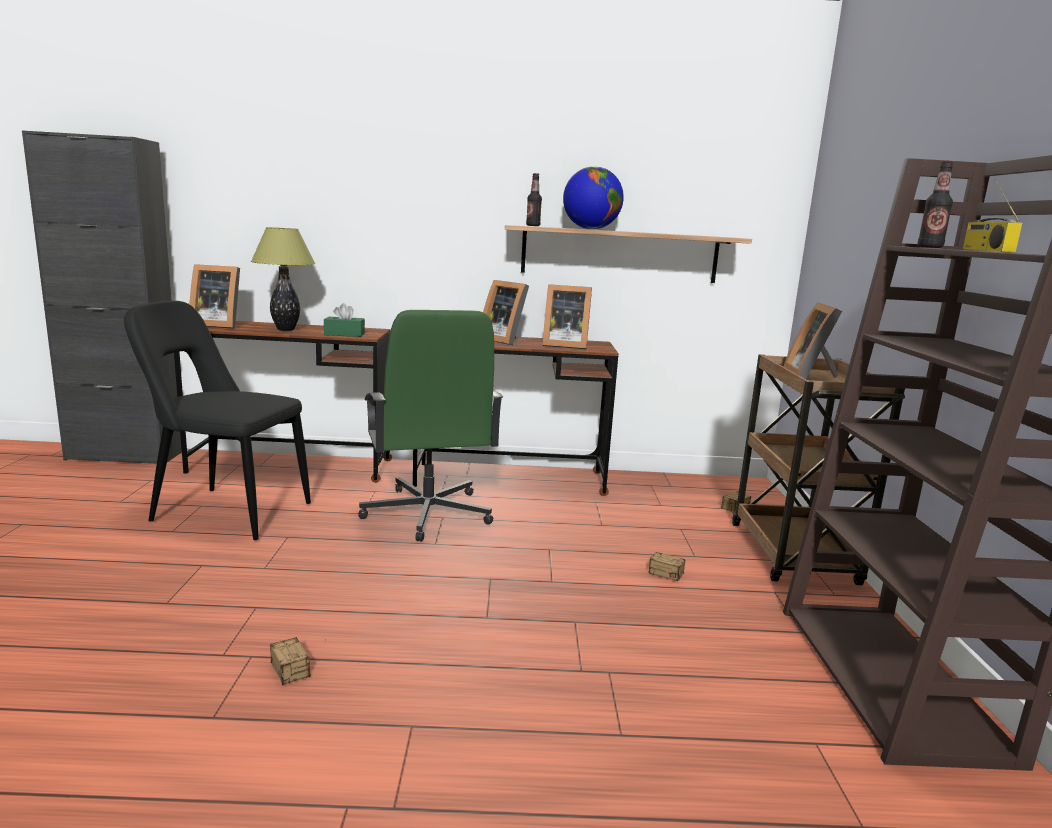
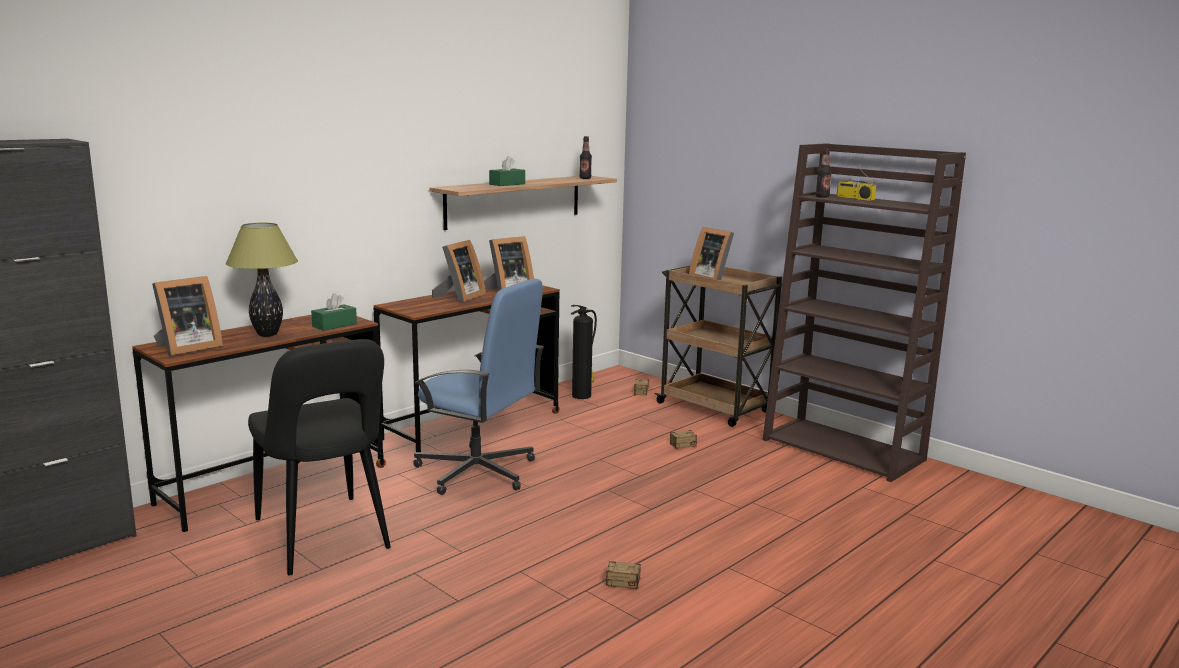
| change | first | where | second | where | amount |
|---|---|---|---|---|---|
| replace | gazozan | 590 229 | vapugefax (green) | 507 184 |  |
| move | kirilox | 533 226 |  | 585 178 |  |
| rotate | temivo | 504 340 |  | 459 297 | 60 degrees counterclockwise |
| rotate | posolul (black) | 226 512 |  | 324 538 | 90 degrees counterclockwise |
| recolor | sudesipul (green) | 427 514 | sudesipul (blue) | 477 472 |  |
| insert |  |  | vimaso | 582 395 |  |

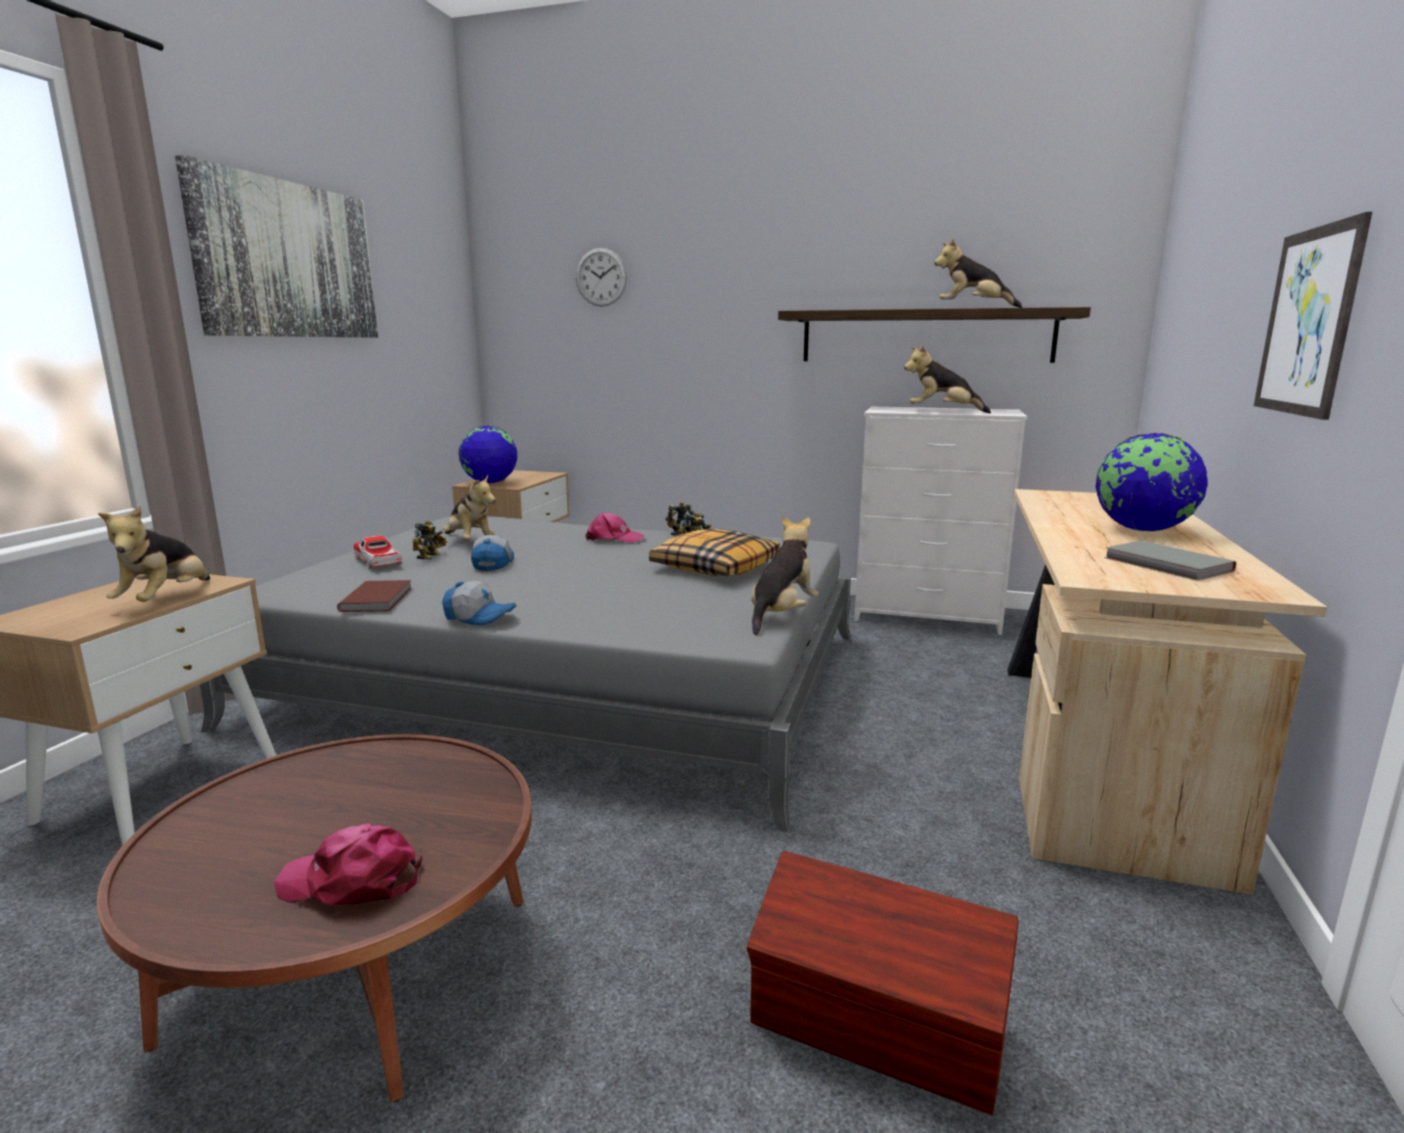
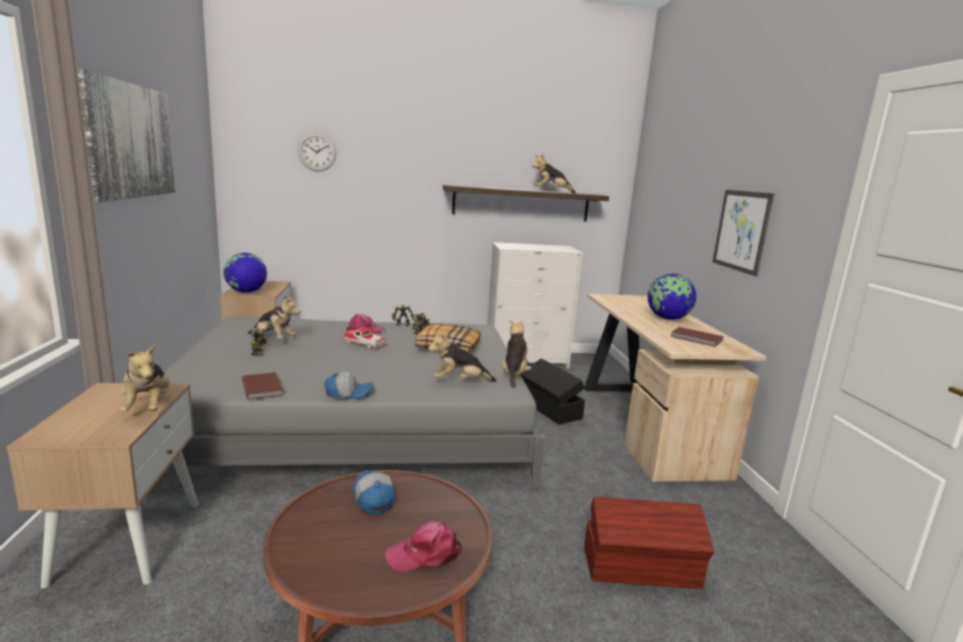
| change | first | where | second | where | amount |
|---|---|---|---|---|---|
| move | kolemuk | 942 412 |  | 459 381 |  |
| move | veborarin | 492 563 |  | 372 498 |  |
| move | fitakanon | 378 562 |  | 365 344 |  |
| recolor | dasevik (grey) | 1167 565 | dasevik (brown) | 696 339 |  |
| insert |  |  | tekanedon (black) | 549 409 |  |

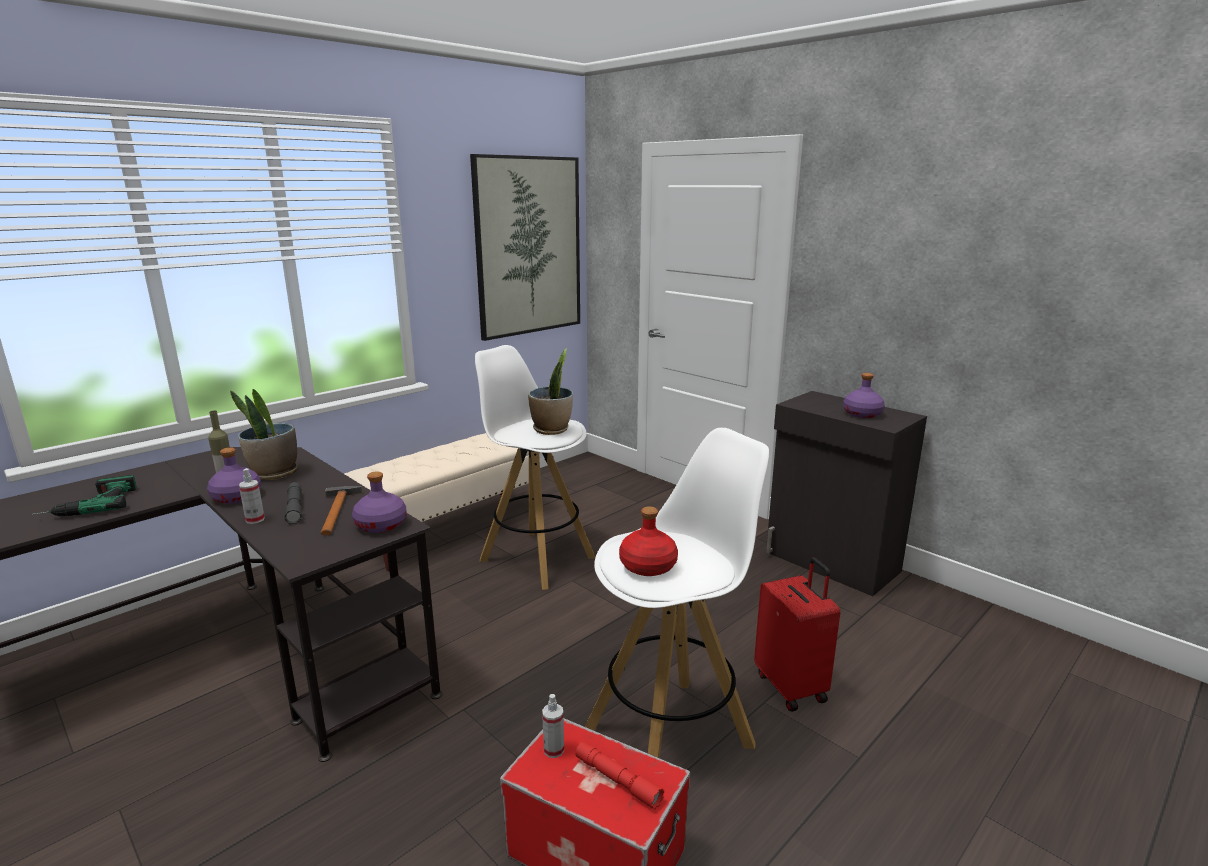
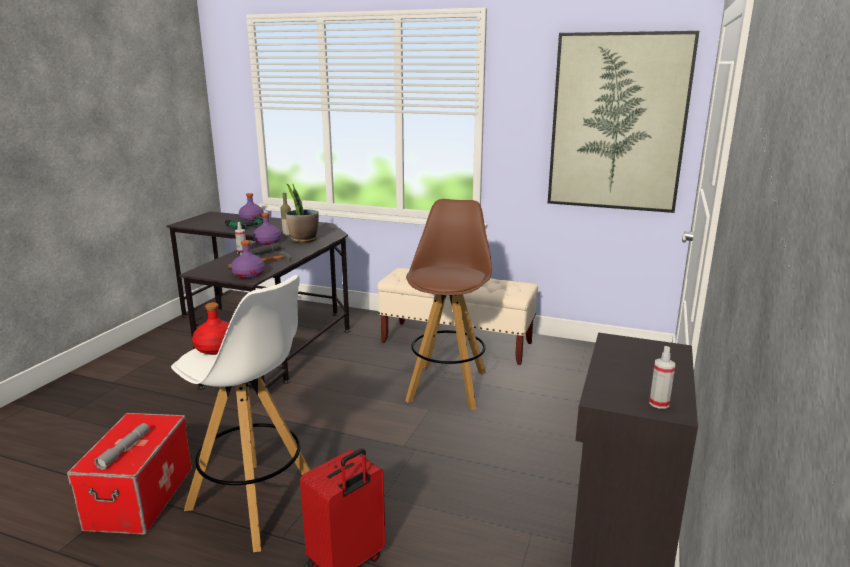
| change | first | where | second | where | amount |
|---|---|---|---|---|---|
| recolor | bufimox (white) | 536 558 | bufimox (brown) | 447 385 |  |
| delete | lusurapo | 551 430 |  |  |  |
| move | kirilox (purple) | 862 414 |  | 251 219 |  |
| move | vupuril | 553 750 |  | 659 403 |  |
| recolor | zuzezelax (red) | 617 780 | zuzezelax (grey) | 124 450 |  |

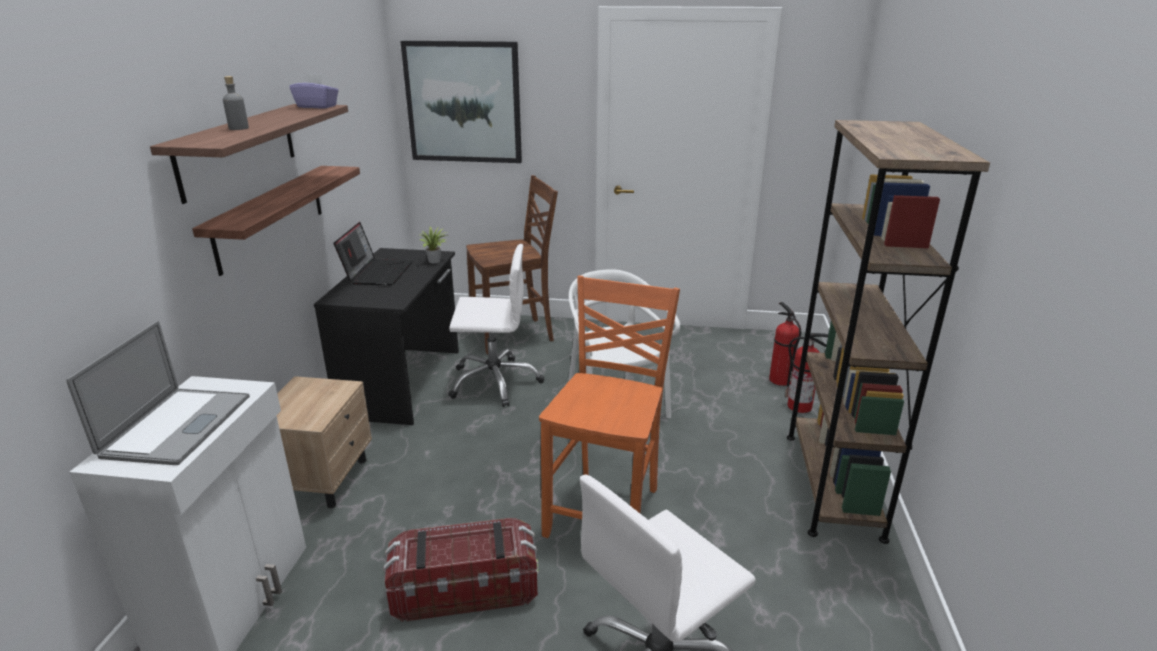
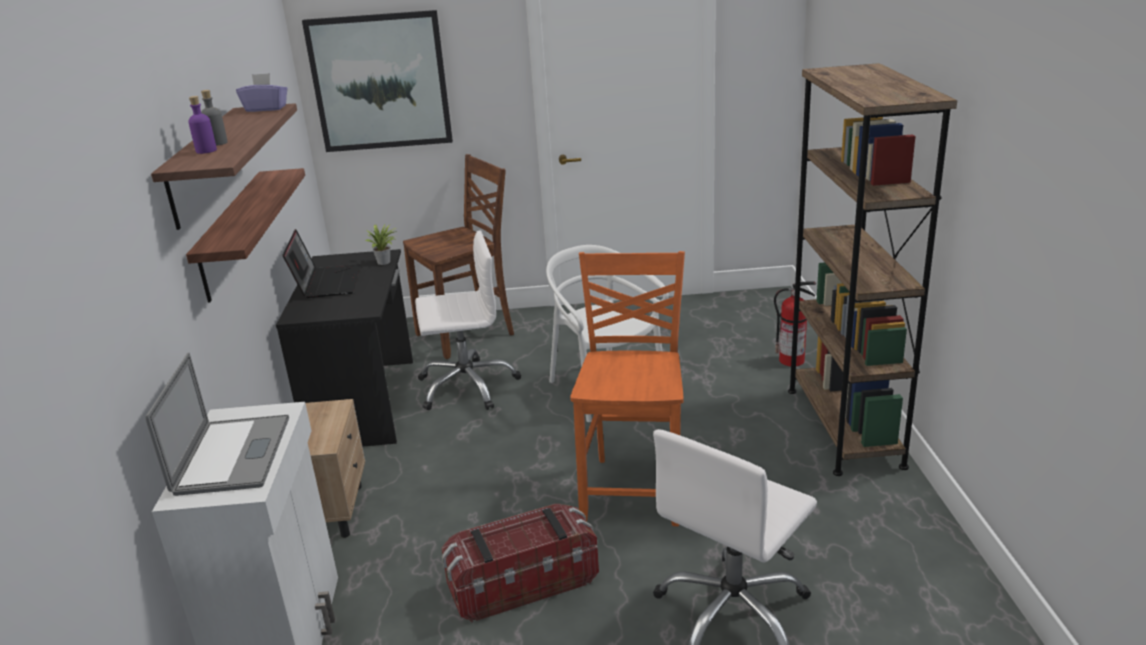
| change | first | where | second | where | amount |
|---|---|---|---|---|---|
| delete | vimaso | 779 379 |  |  |  |
| insert |  |  | kirilox (purple) | 206 151 |  |

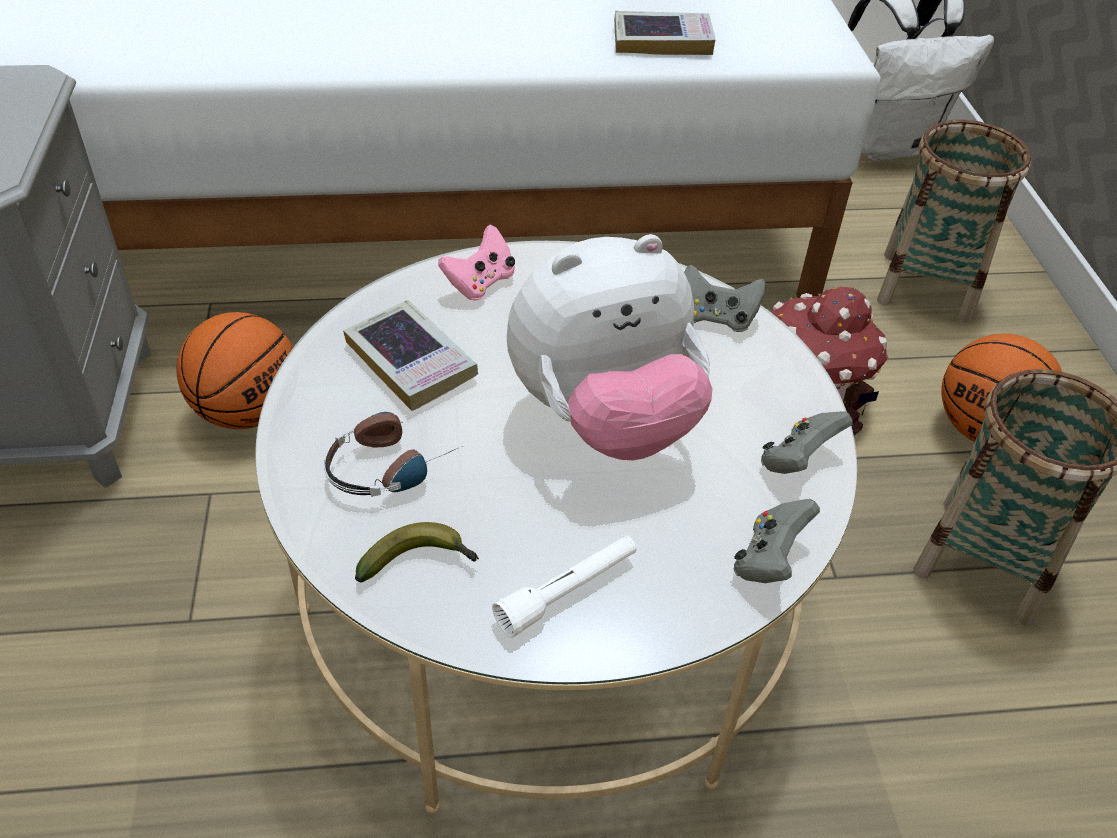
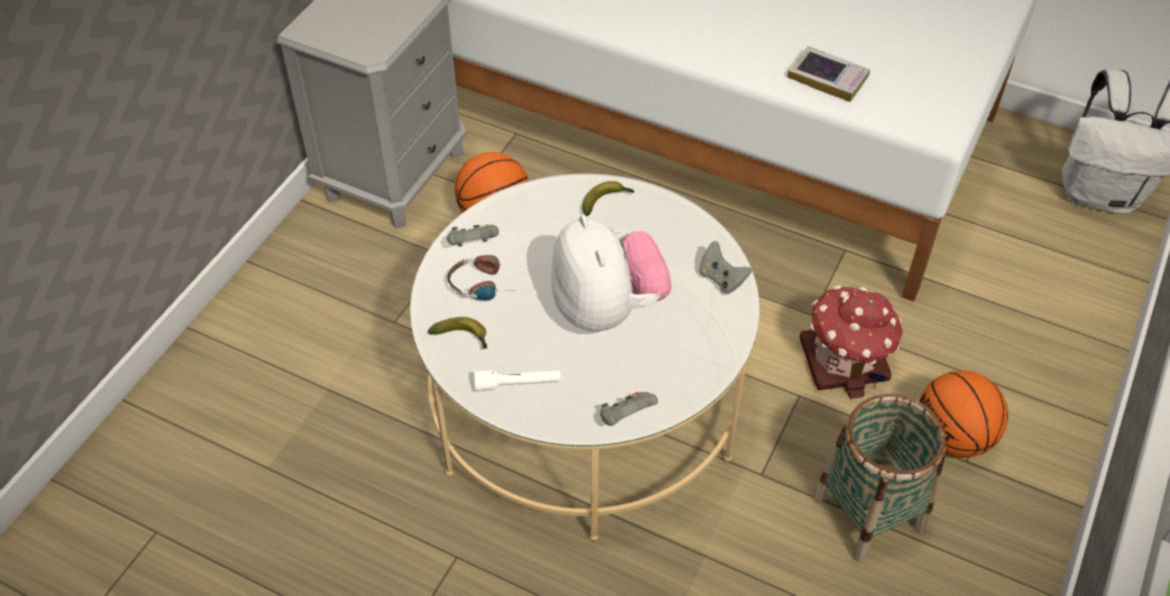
| change | first | where | second | where | amount |
|---|---|---|---|---|---|
| delete | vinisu | 926 286 |  |  |  |
| replace | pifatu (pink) | 480 283 | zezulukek | 606 201 |  |
| rotate | kolemuk | 605 419 |  | 607 309 | 120 degrees counterclockwise |
| delete | dasevik | 411 361 |  |  |  |
| move | pifatu (grey) | 798 461 |  | 473 244 |  |

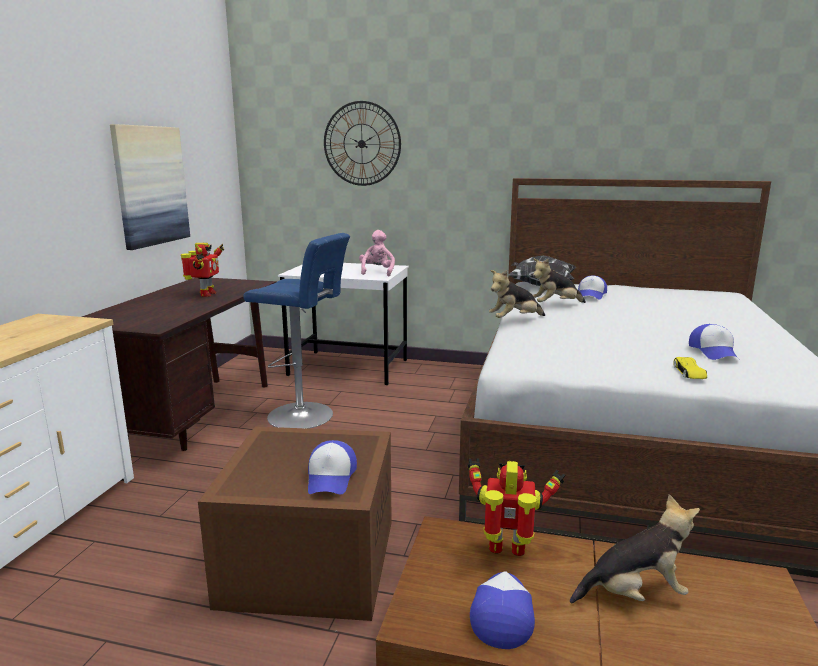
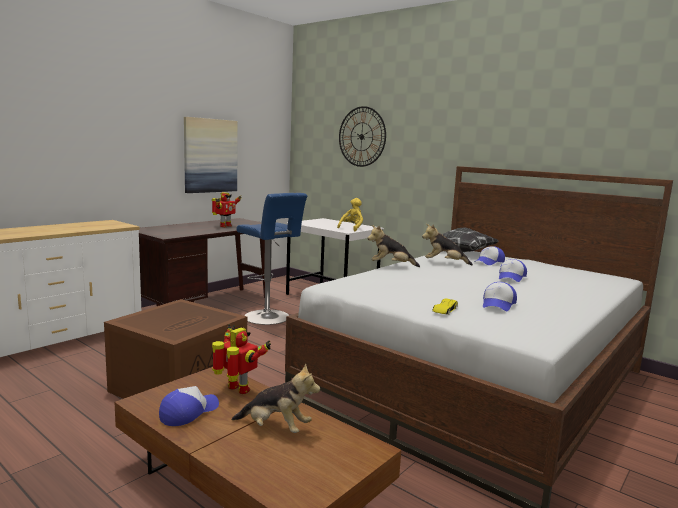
| change | first | where | second | where | amount |
|---|---|---|---|---|---|
| recolor | kolemuk (pink) | 377 272 | kolemuk (yellow) | 352 228 |  |
| move | veborarin | 331 477 |  | 511 277 |  |

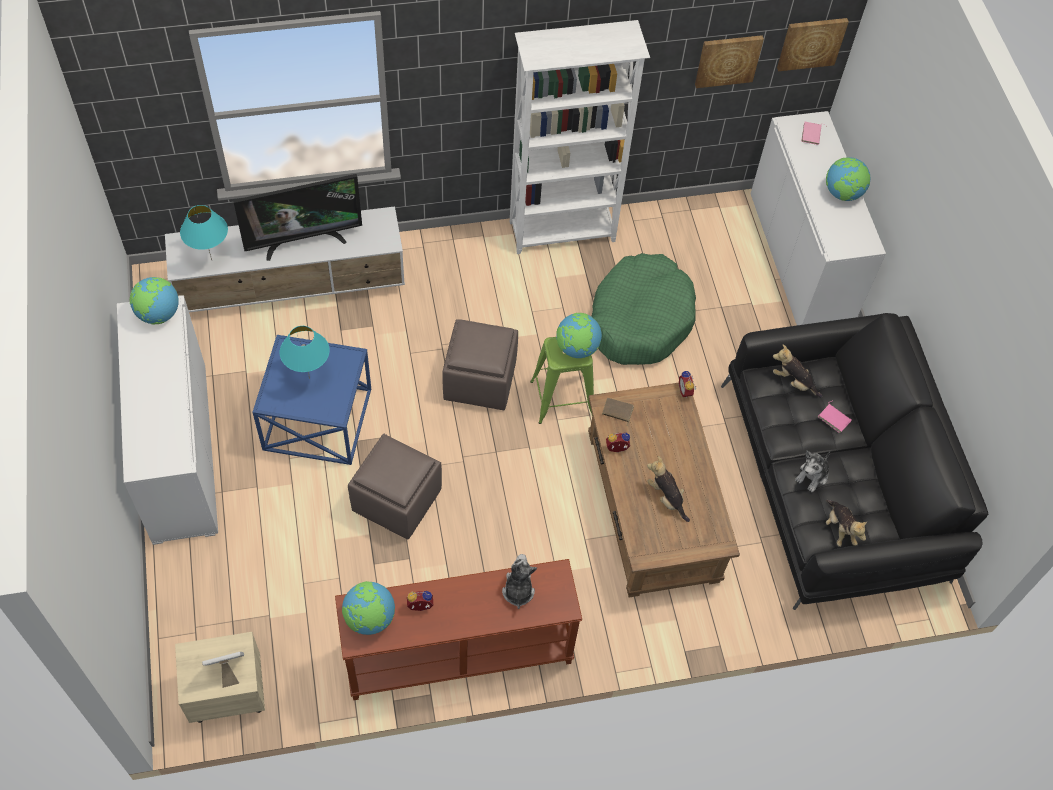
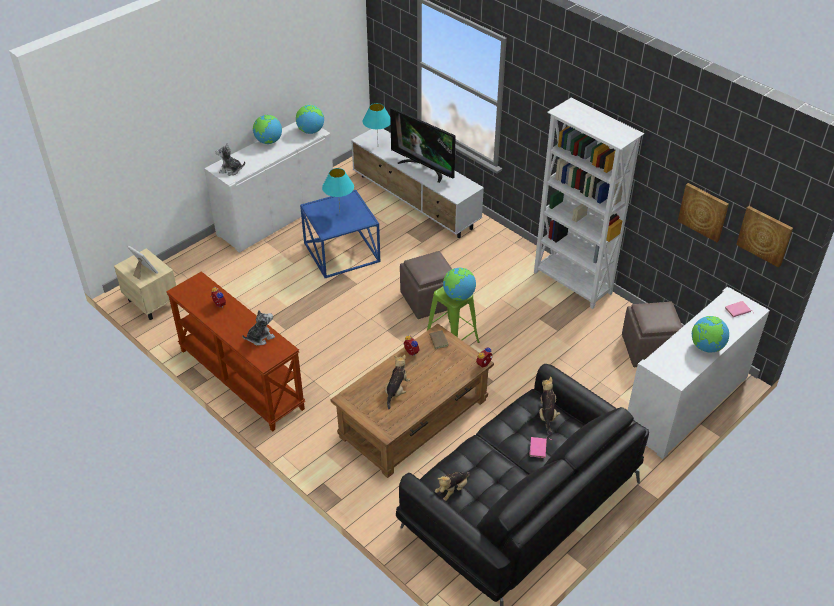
| change | first | where | second | where | amount |
|---|---|---|---|---|---|
| delete | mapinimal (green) | 640 319 |  |  |  |
| move | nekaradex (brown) | 396 500 |  | 649 349 |  |
| move | kolemuk | 812 475 |  | 231 170 |  |
| move | gazozan | 369 618 |  | 268 141 |  |

